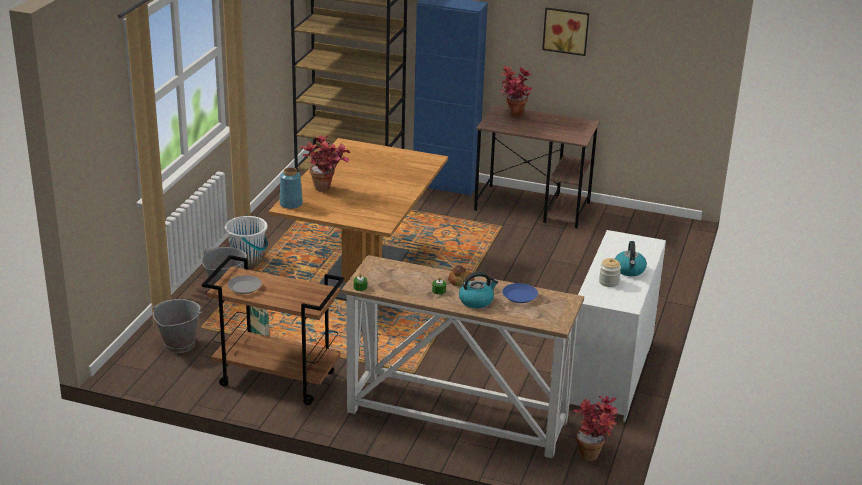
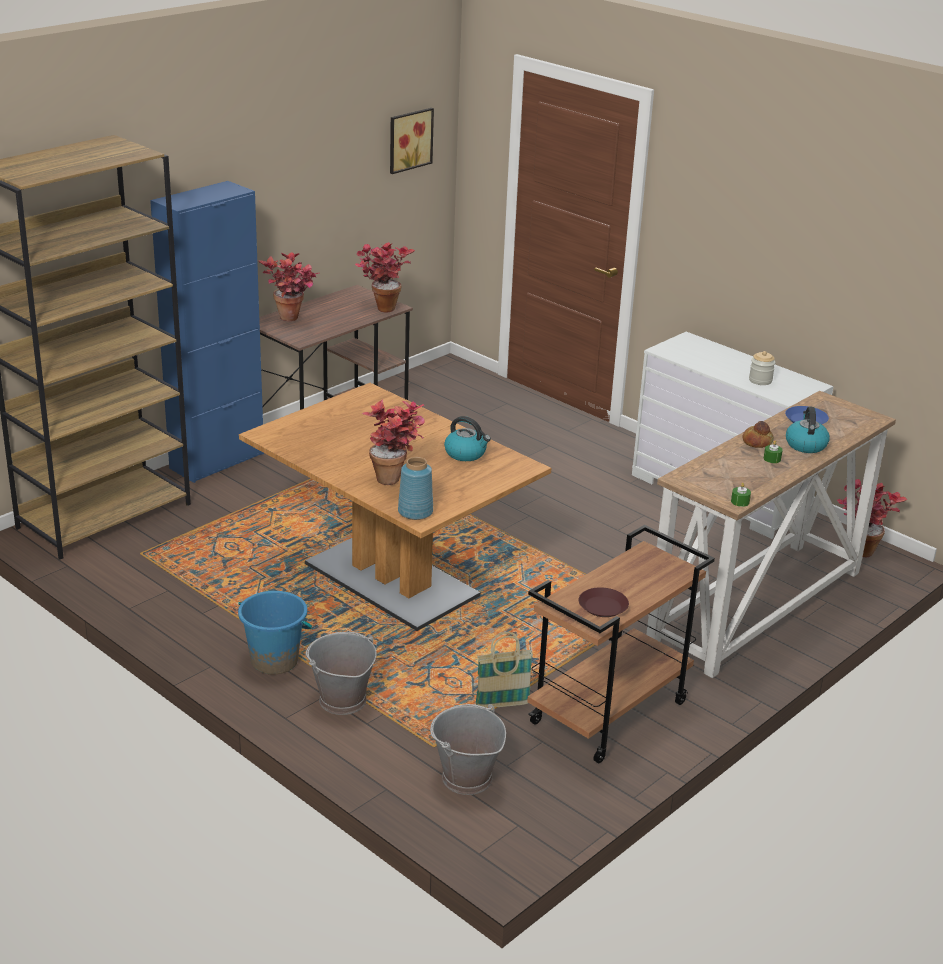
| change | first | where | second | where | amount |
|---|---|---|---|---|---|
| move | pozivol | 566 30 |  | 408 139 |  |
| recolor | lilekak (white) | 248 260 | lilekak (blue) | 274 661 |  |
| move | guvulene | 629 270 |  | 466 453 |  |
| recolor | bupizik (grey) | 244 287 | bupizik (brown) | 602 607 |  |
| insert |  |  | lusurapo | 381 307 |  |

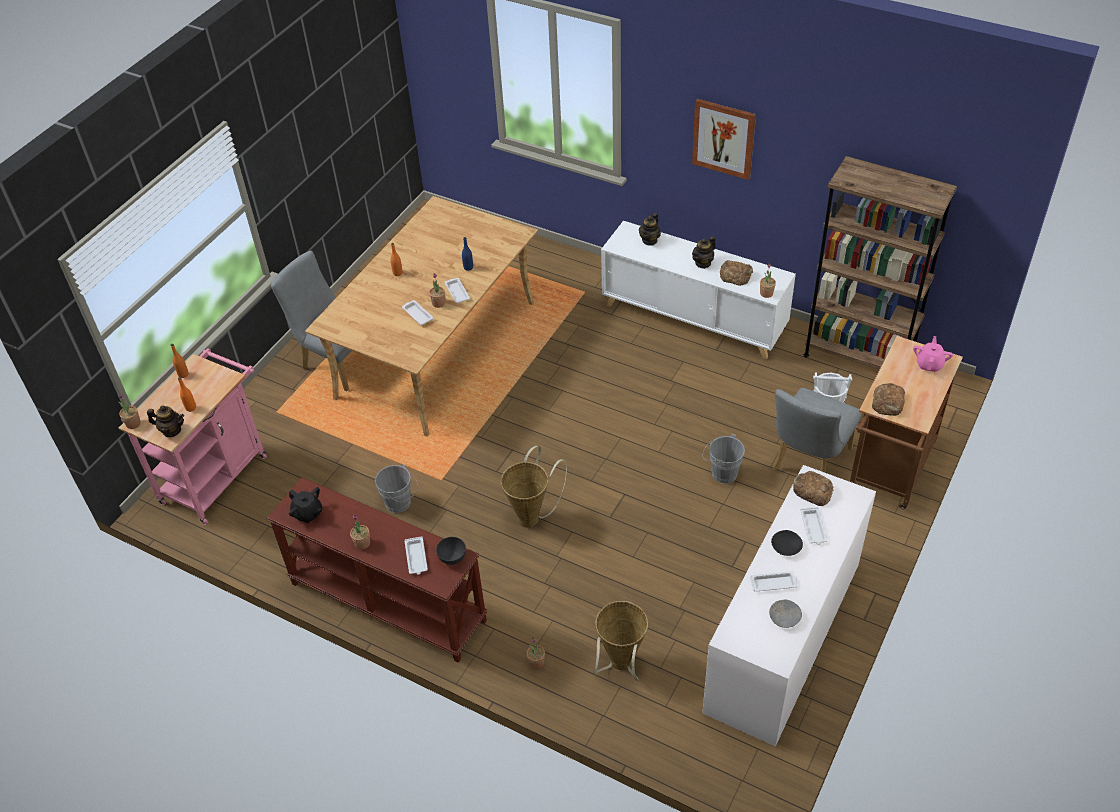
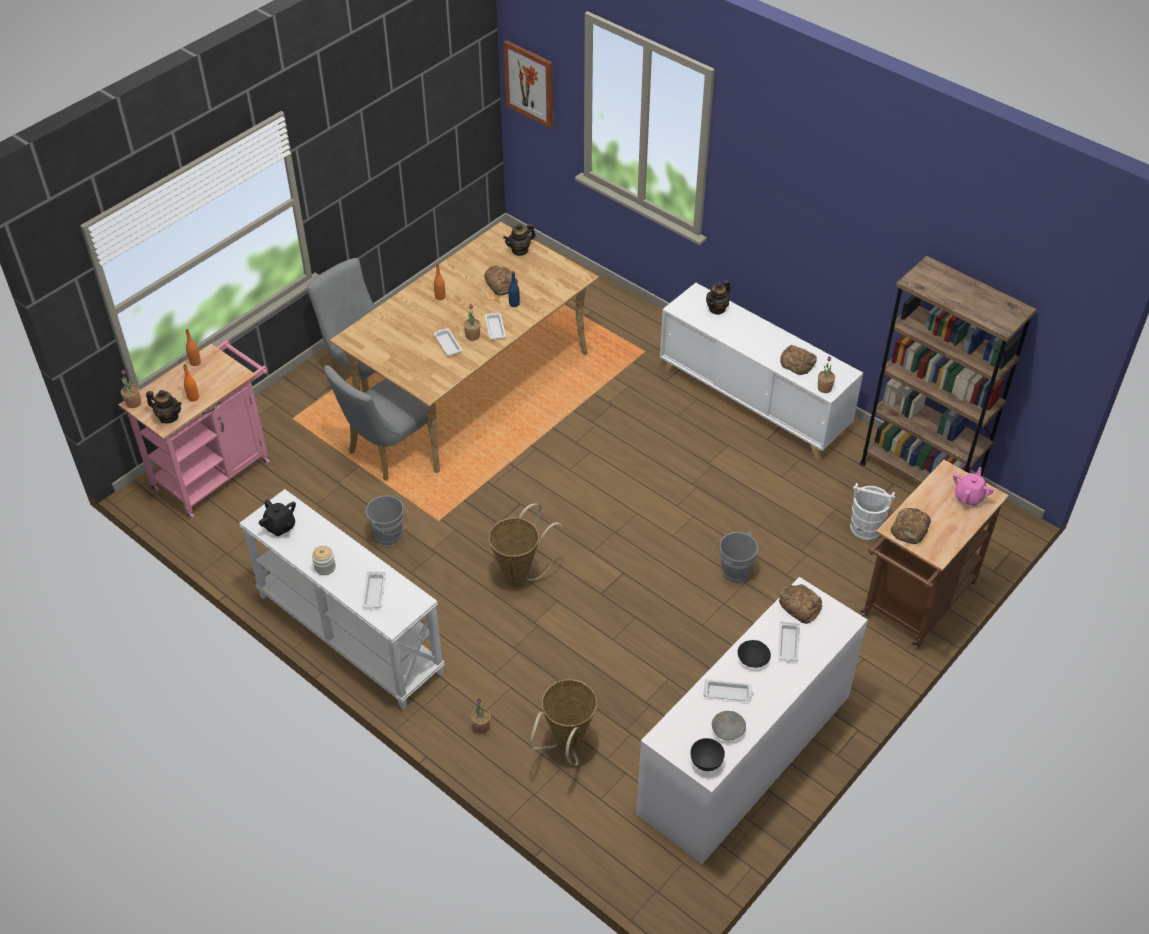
| change | first | where | second | where | amount |
|---|---|---|---|---|---|
| move | pozivol | 723 138 |  | 530 83 |  |
| move | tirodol | 703 263 |  | 520 250 |  |
| move | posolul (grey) | 808 463 |  | 387 453 |  |
| recolor | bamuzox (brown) | 386 603 | bamuzox (white) | 348 634 |  |
| replace | lusurapo | 362 543 | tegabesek | 325 567 |  |
| move | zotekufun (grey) | 452 558 |  | 706 762 |  |
| insert |  |  | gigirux | 500 283 |  |

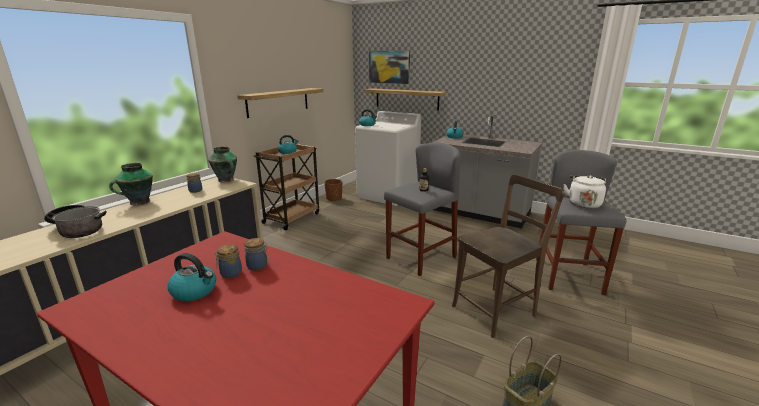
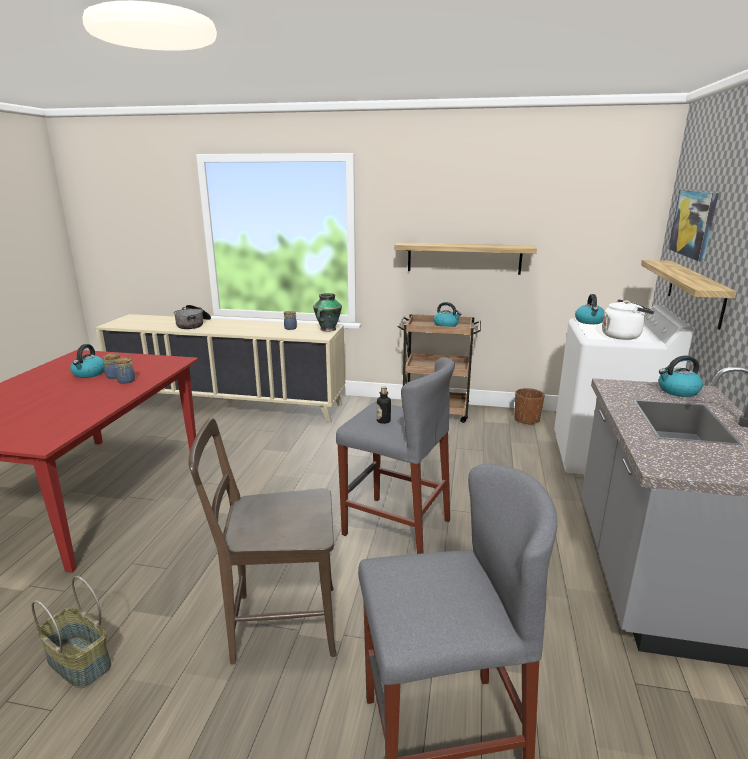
| change | first | where | second | where | amount |
|---|---|---|---|---|---|
| delete | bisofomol | 139 202 |  |  |  |
| rotate | posolul (brown) | 497 309 |  | 277 624 | 135 degrees clockwise |
| move | guvulene (white) | 583 203 |  | 623 336 |  |

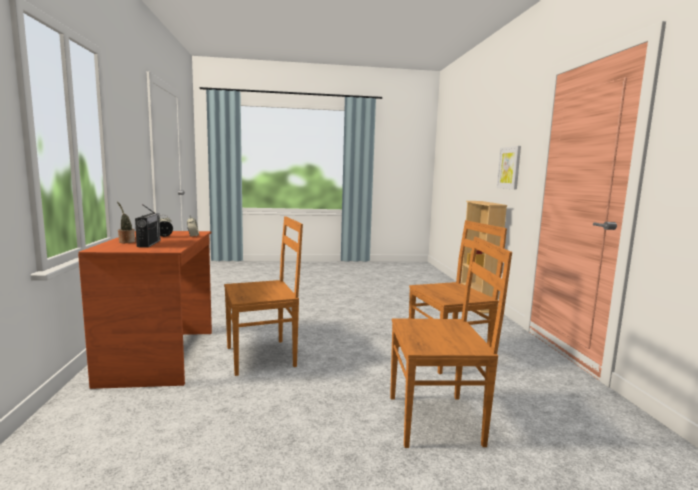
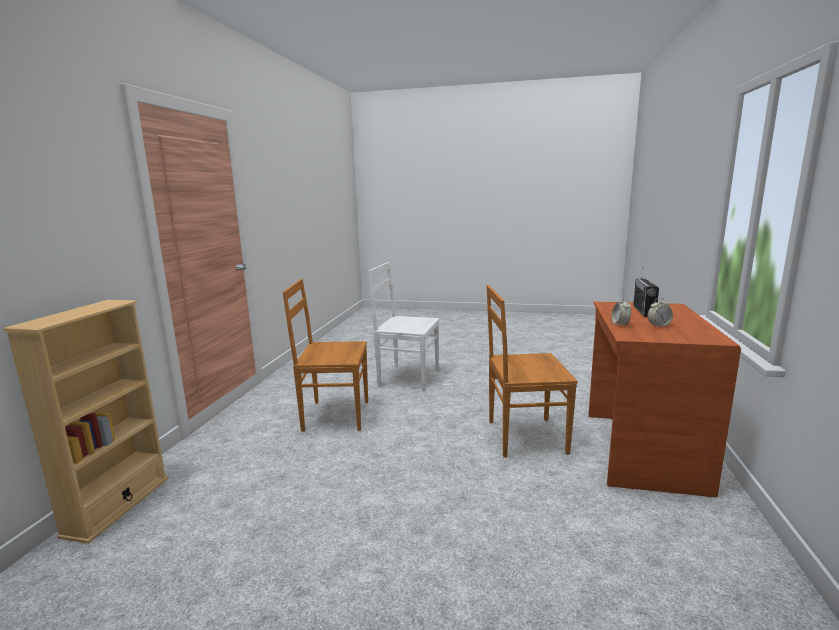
| change | first | where | second | where | amount |
|---|---|---|---|---|---|
| delete | pozivol | 509 168 |  |  |  |
| delete | lusurapo | 126 242 |  |  |  |
| recolor | posolul (brown) | 437 420 | posolul (white) | 407 378 |  |

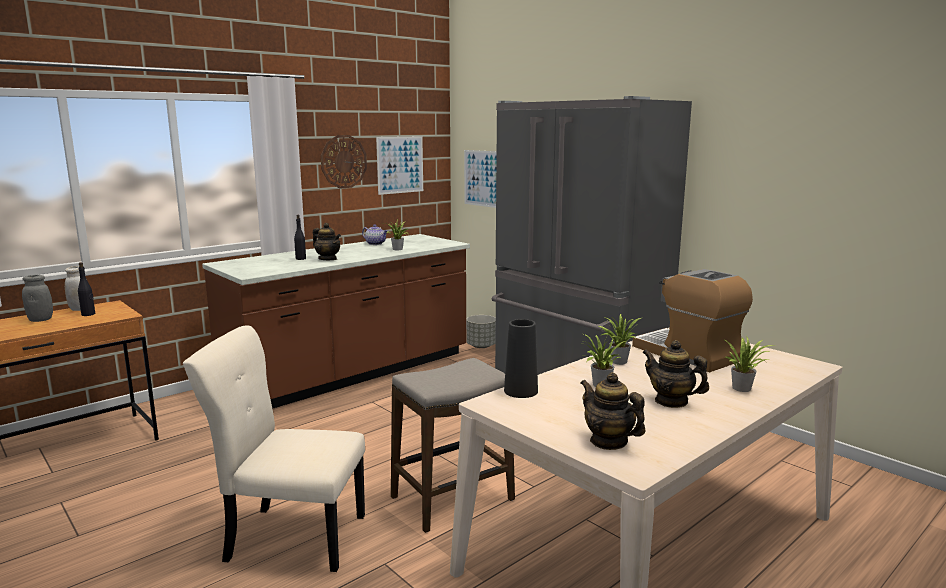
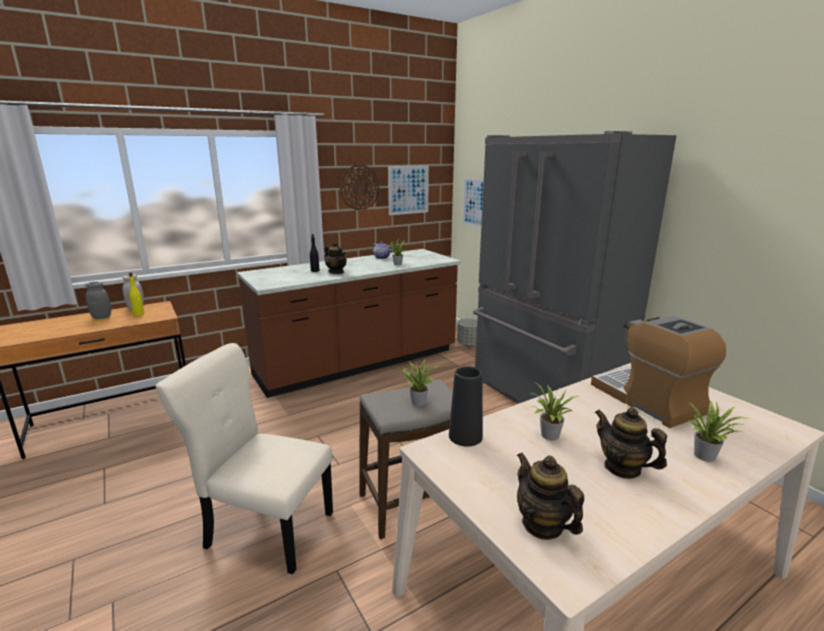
| change | first | where | second | where | amount |
|---|---|---|---|---|---|
| recolor | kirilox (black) | 88 314 | kirilox (yellow) | 139 314 |  |
| move | lusurapo | 617 361 |  | 418 401 |  |

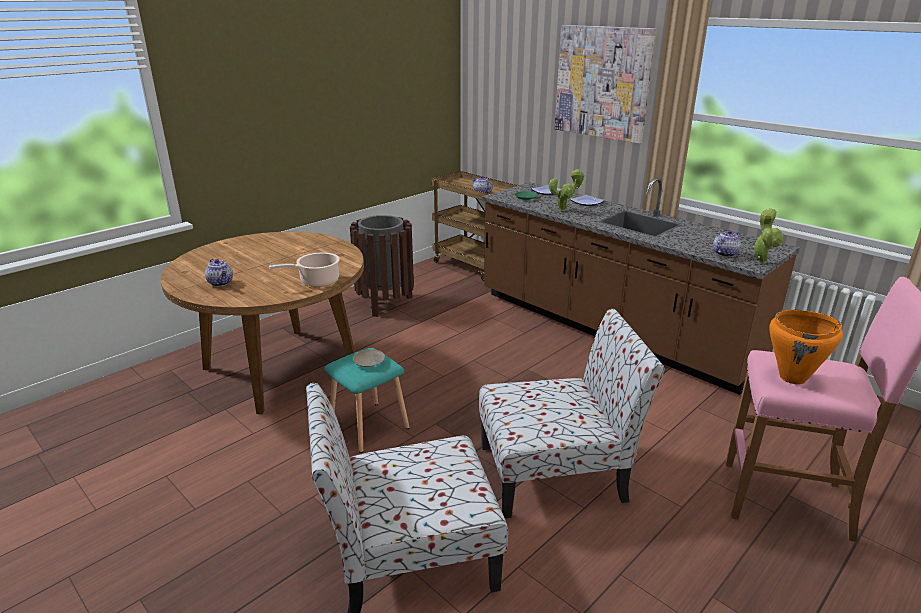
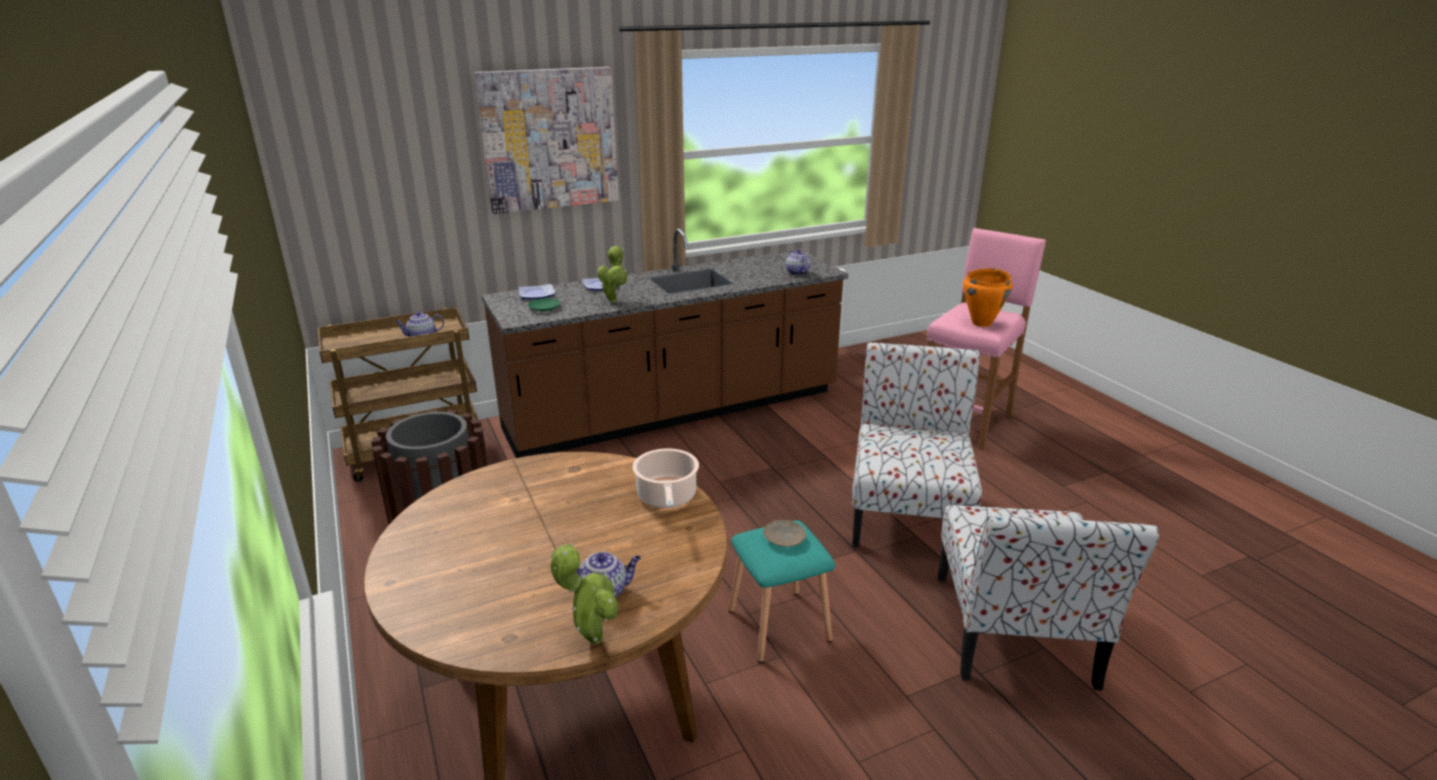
| change | first | where | second | where | amount |
|---|---|---|---|---|---|
| move | lusurapo | 762 261 |  | 591 637 |  |

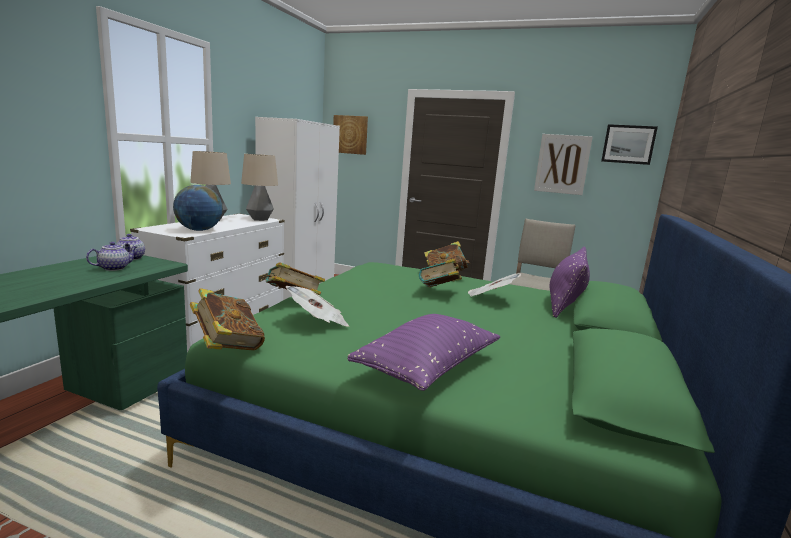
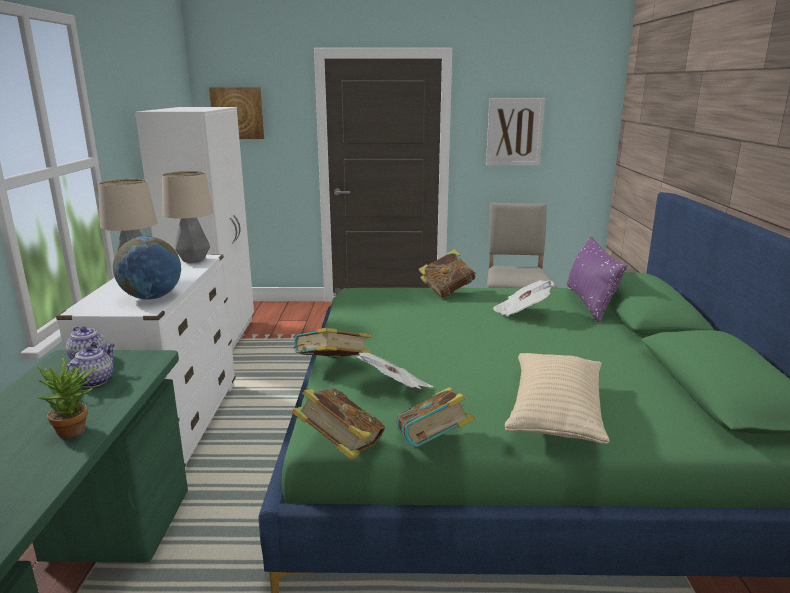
| change | first | where | second | where | amount |
|---|---|---|---|---|---|
| delete | pozivol | 628 144 |  |  |  |
| move | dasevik | 439 292 |  | 433 446 |  |
| recolor | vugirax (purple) | 427 367 | vugirax (beige) | 555 414 |  |
| insert |  |  | lusurapo | 77 431 |  |

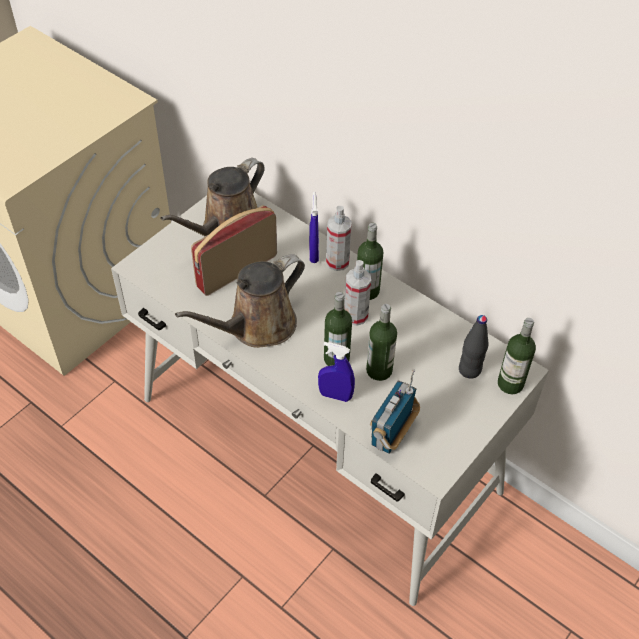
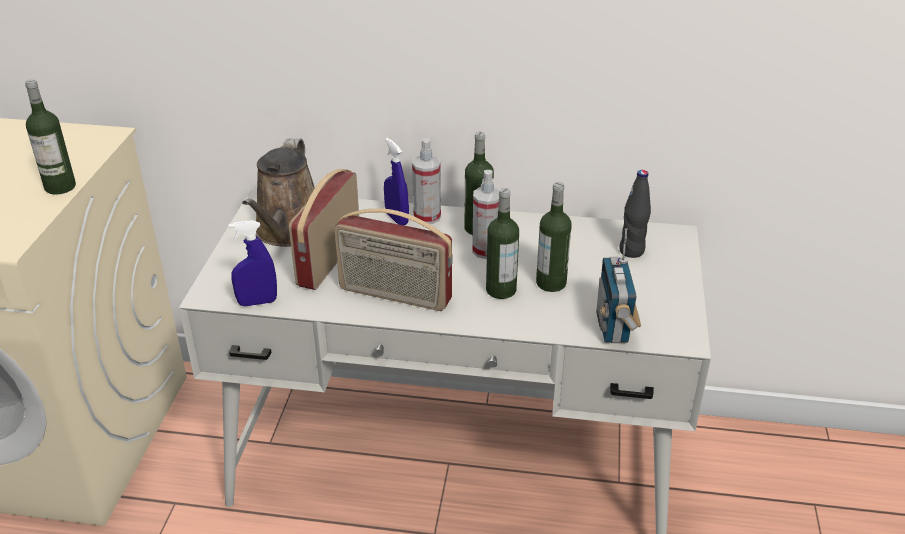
| change | first | where | second | where | amount |
|---|---|---|---|---|---|
| replace | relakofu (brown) | 257 326 | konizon | 394 295 |  |
| move | kirilox | 510 384 |  | 60 187 |  |
| move | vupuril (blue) | 335 395 |  | 257 302 |  |

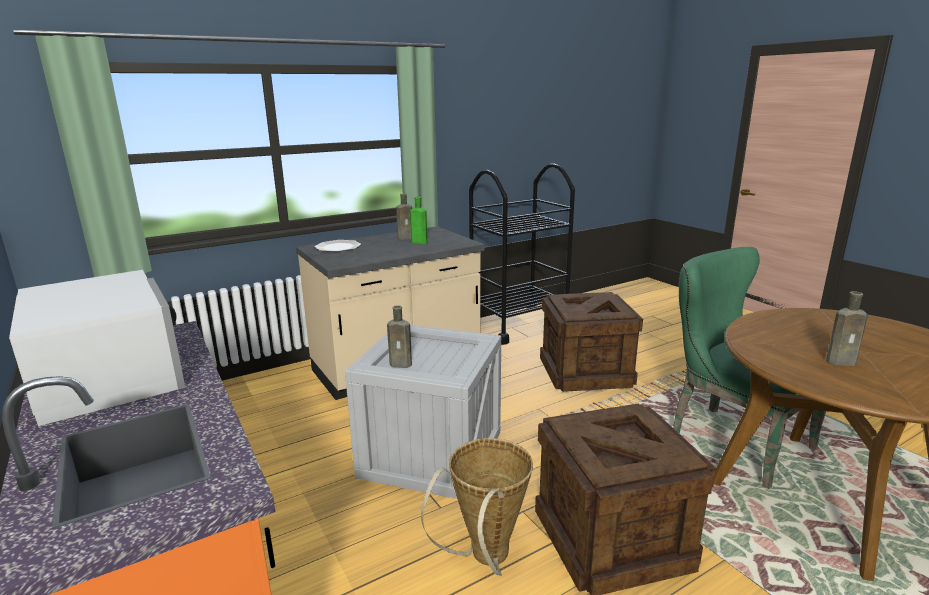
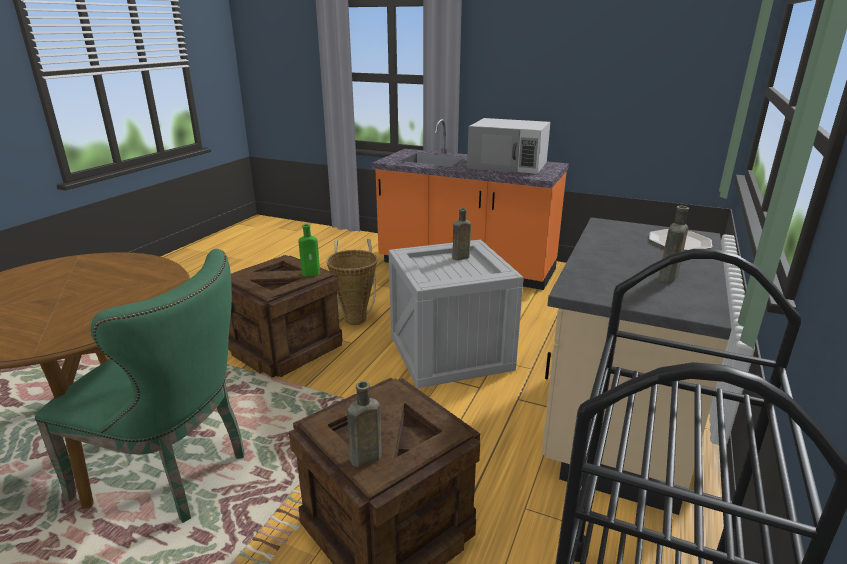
| change | first | where | second | where | amount |
|---|---|---|---|---|---|
| move | kirilox (green) | 418 243 |  | 312 273 |  |
| move | kirilox (brown) | 843 362 |  | 363 459 |  |

